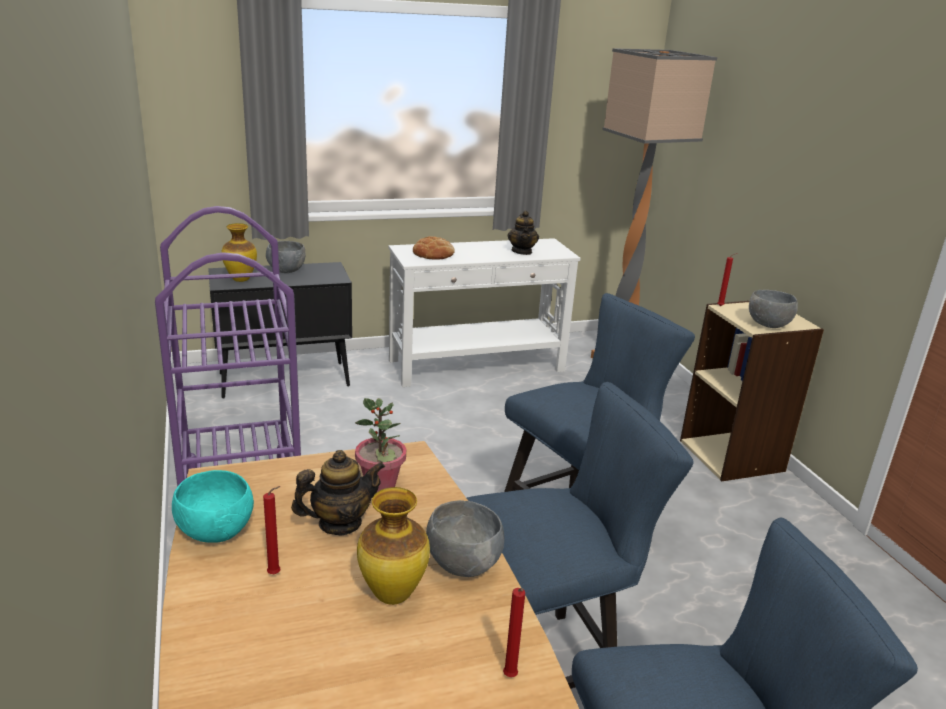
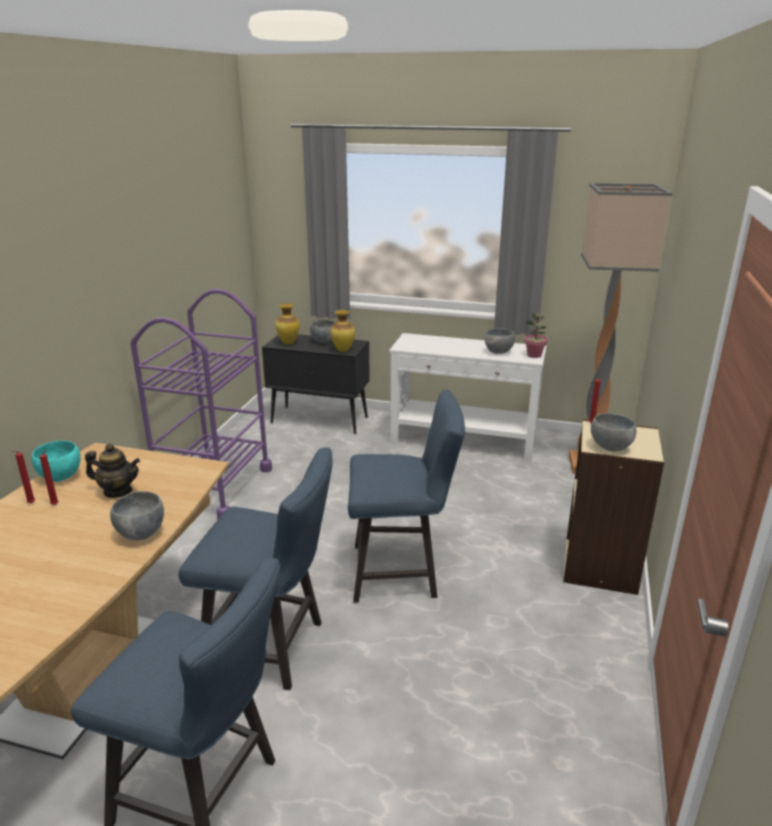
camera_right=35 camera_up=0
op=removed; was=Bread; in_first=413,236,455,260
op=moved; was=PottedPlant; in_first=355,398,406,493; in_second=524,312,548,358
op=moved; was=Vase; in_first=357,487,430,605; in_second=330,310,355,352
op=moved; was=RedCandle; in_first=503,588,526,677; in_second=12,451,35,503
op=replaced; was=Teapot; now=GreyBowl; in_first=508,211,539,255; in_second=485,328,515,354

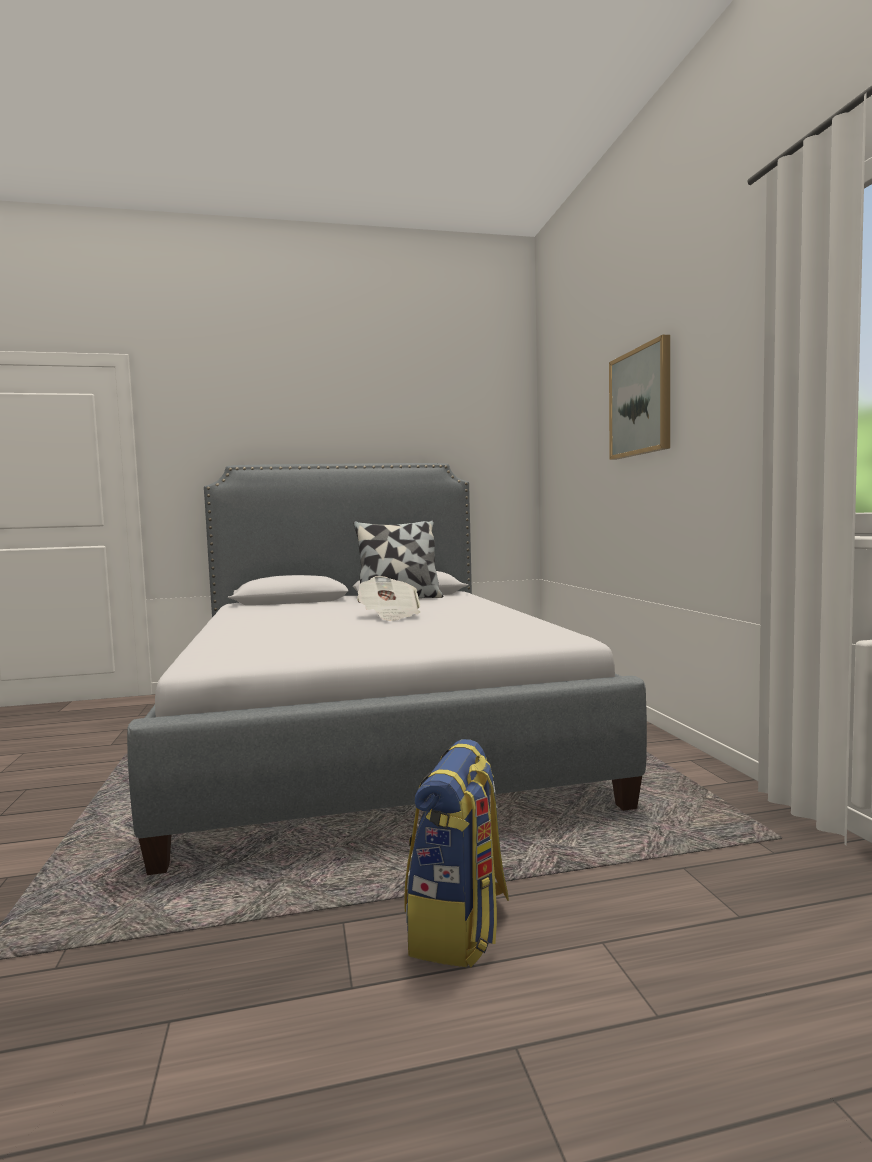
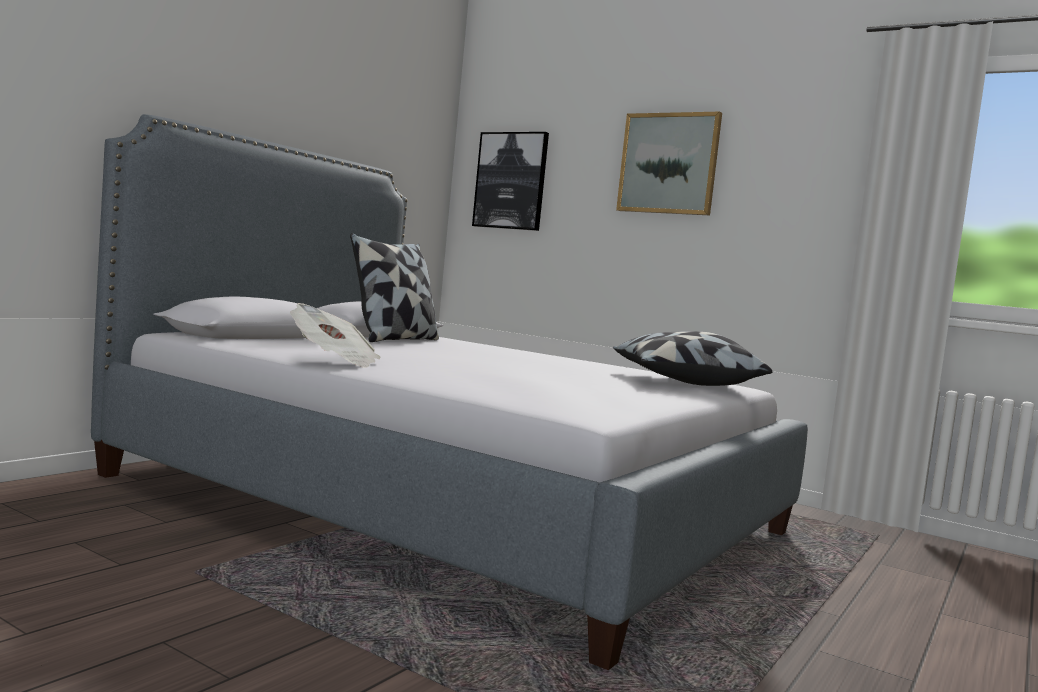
camera_right=-45 camera_up=0
op=removed; was=Backpack; in_first=404,739,509,967
op=added; now=Picture; in_second=472,132,549,231
op=added; now=Pillow; in_second=613,331,773,386
op=moved; was=Newspaper; in_first=357,576,420,621; in_second=290,303,381,368

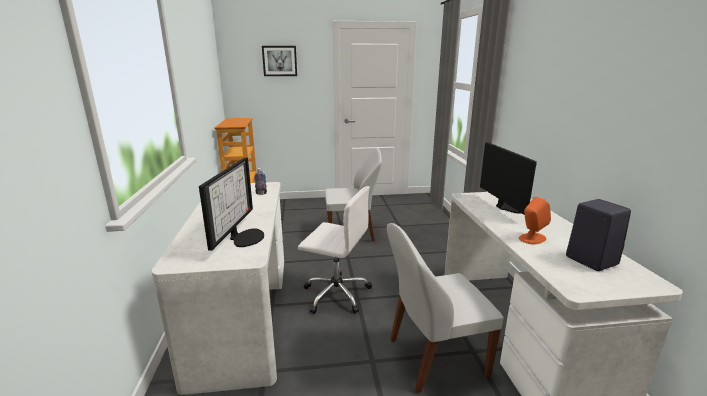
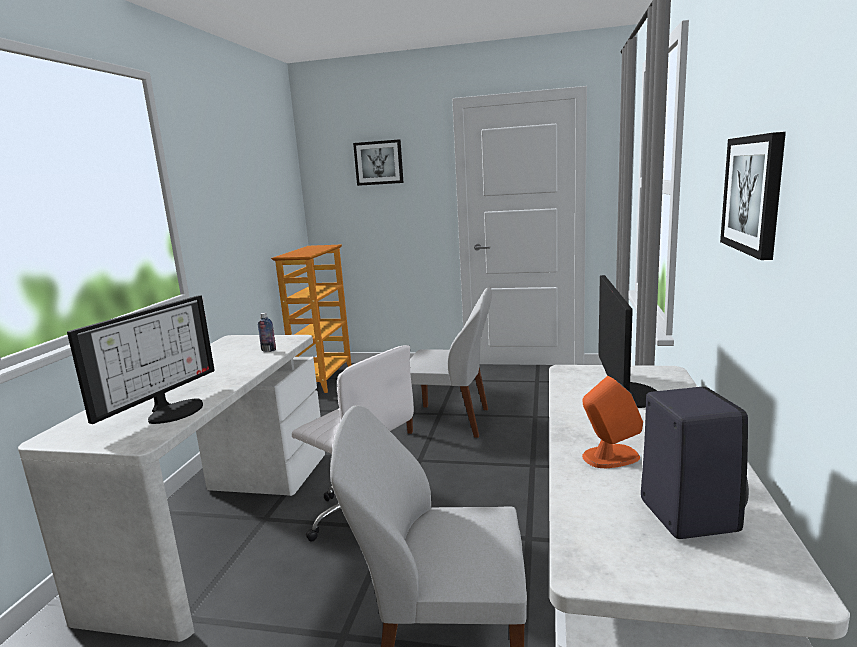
camera_right=20 camera_up=-5
op=added; now=Picture; in_second=720,132,786,260

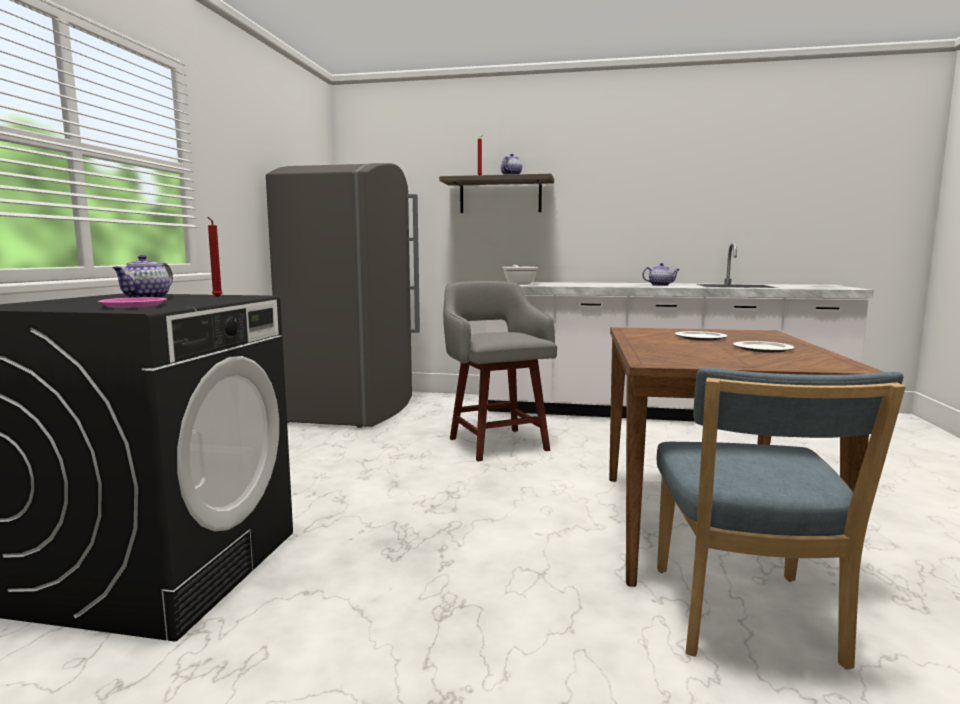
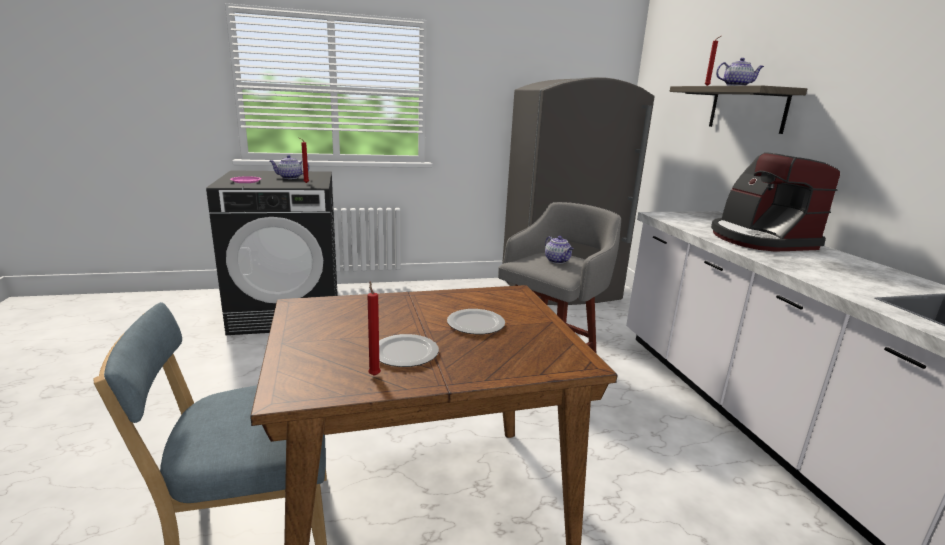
camera_right=65 camera_up=10
op=removed; was=FryingPan; in_first=502,265,539,285
op=added; now=RedCandle; in_second=368,281,381,376
op=added; now=CoffeeMachine; in_second=711,152,840,251
op=moved; was=Teapot; in_first=642,263,680,286; in_second=545,236,574,264

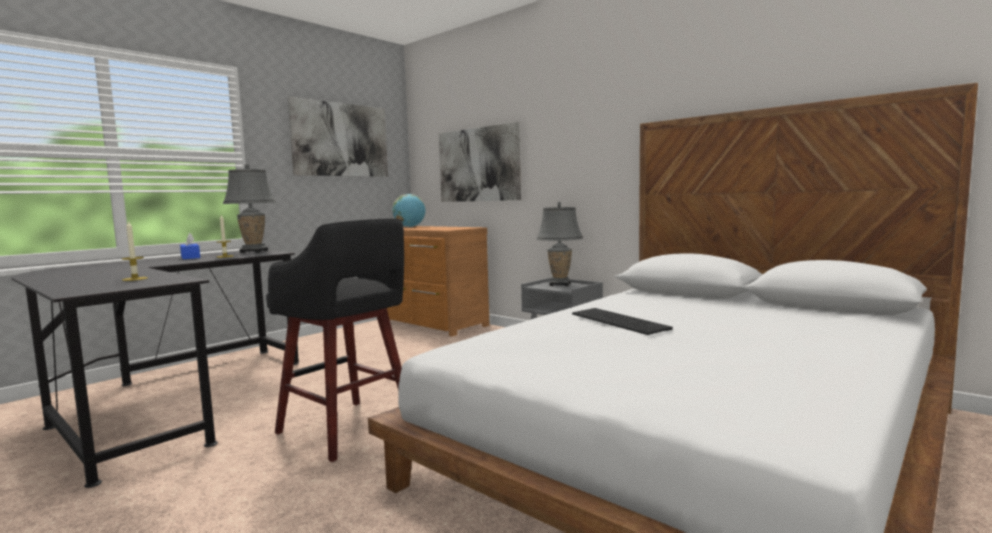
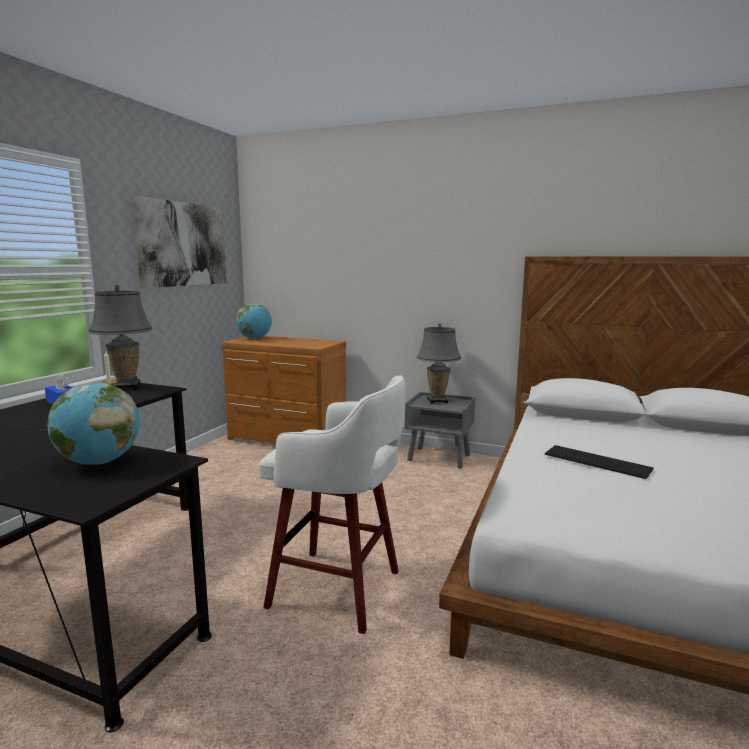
camera_right=-20 camera_up=5
op=removed; was=Picture; in_first=439,122,521,202
op=replaced; was=Candle; now=Globe; in_first=122,220,148,281; in_second=48,383,140,465
op=recoloured; was=BlackStool; now=WhiteStool; in_first=266,219,404,462; in_second=259,375,406,634

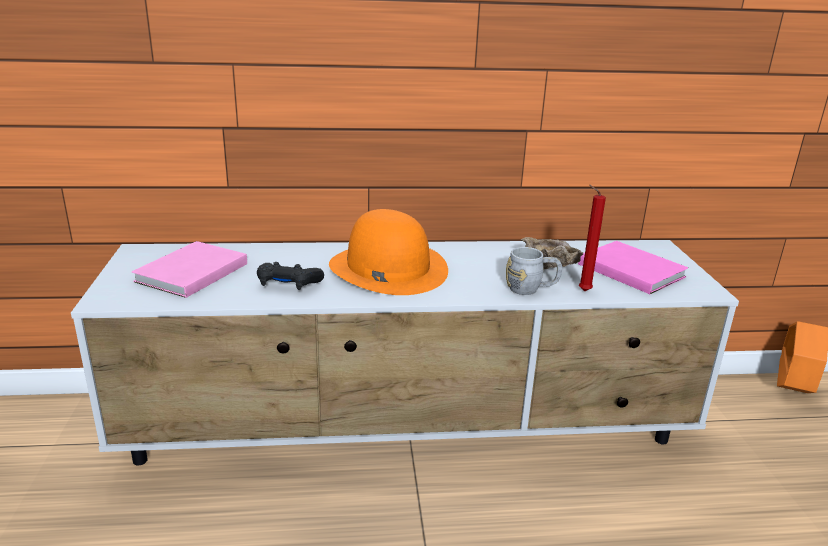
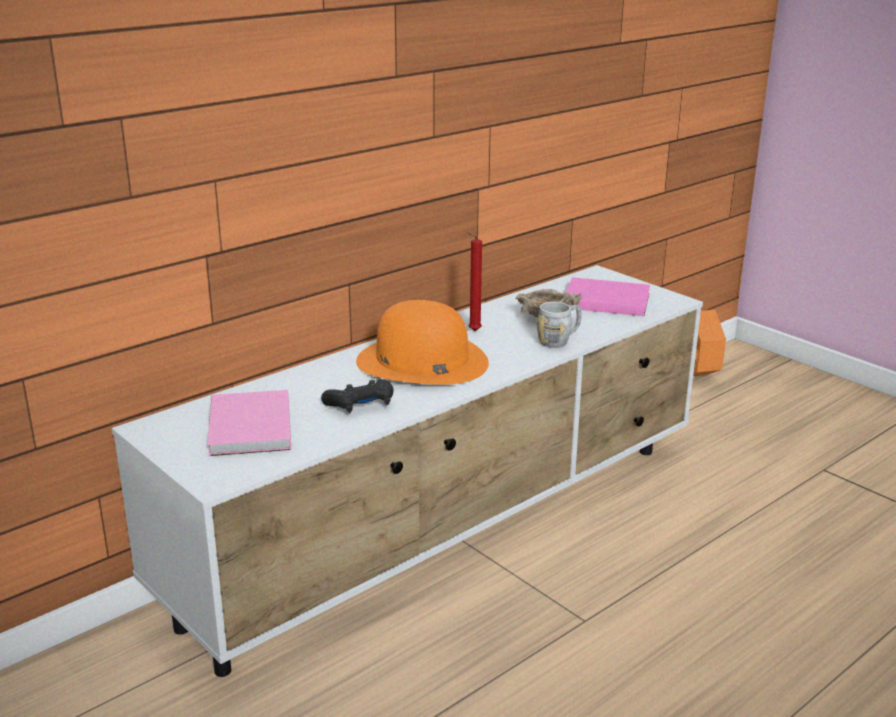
camera_right=-35 camera_up=0
op=moved; was=RedCandle; in_first=579,185,606,291; in_second=467,232,482,331

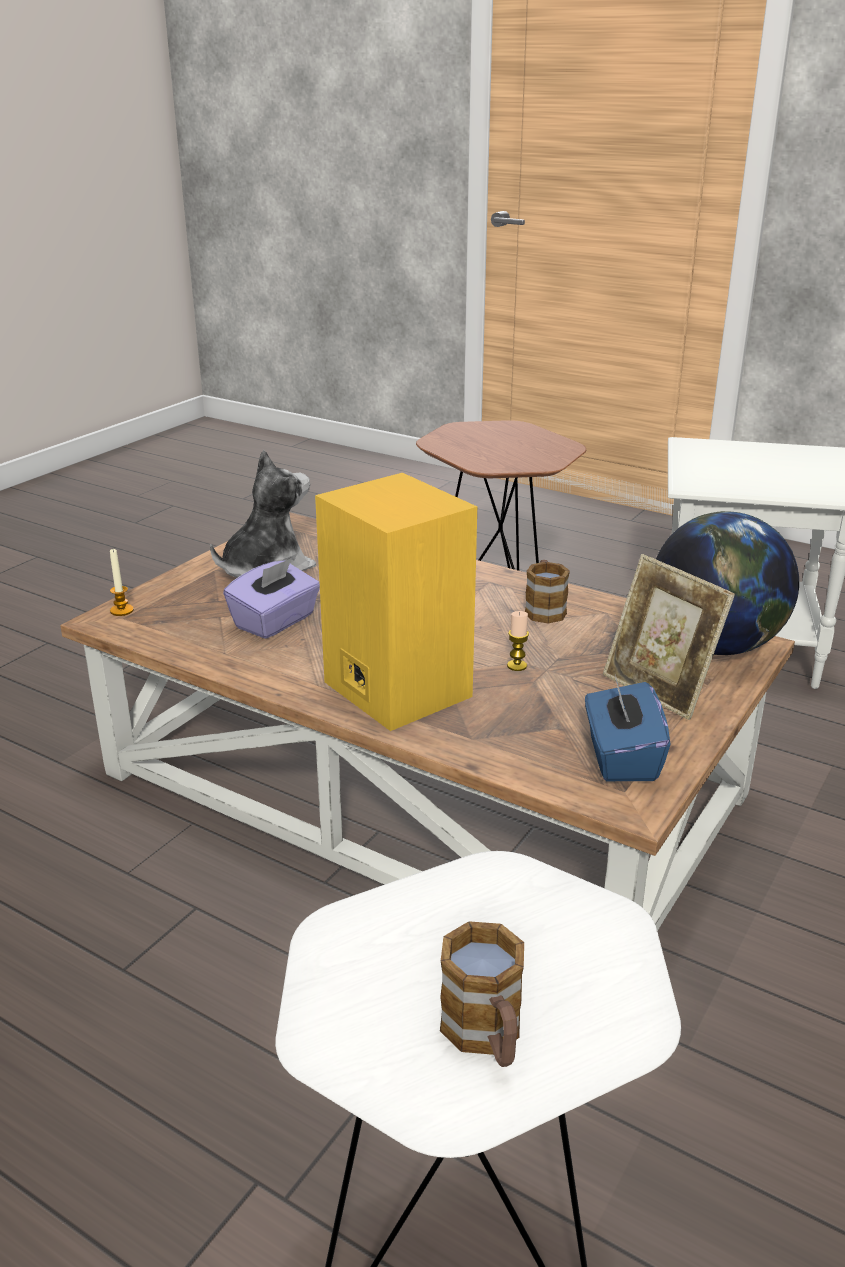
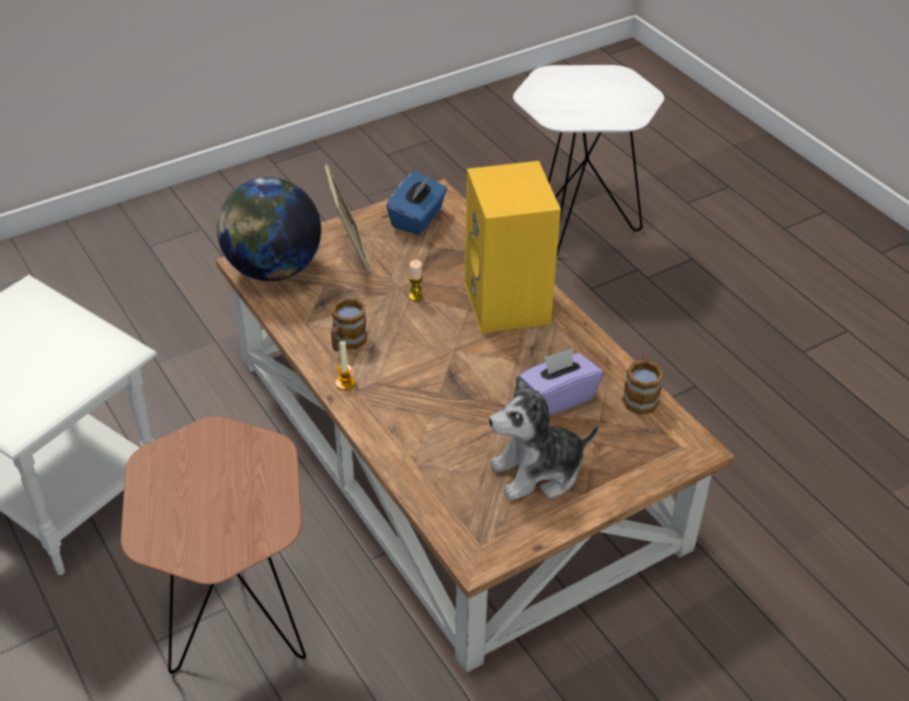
camera_right=-155 camera_up=15
op=moved; was=Candle; in_first=110,549,134,616; in_second=335,341,355,390
op=moved; was=Mug; in_first=440,921,524,1067; in_second=622,354,664,415

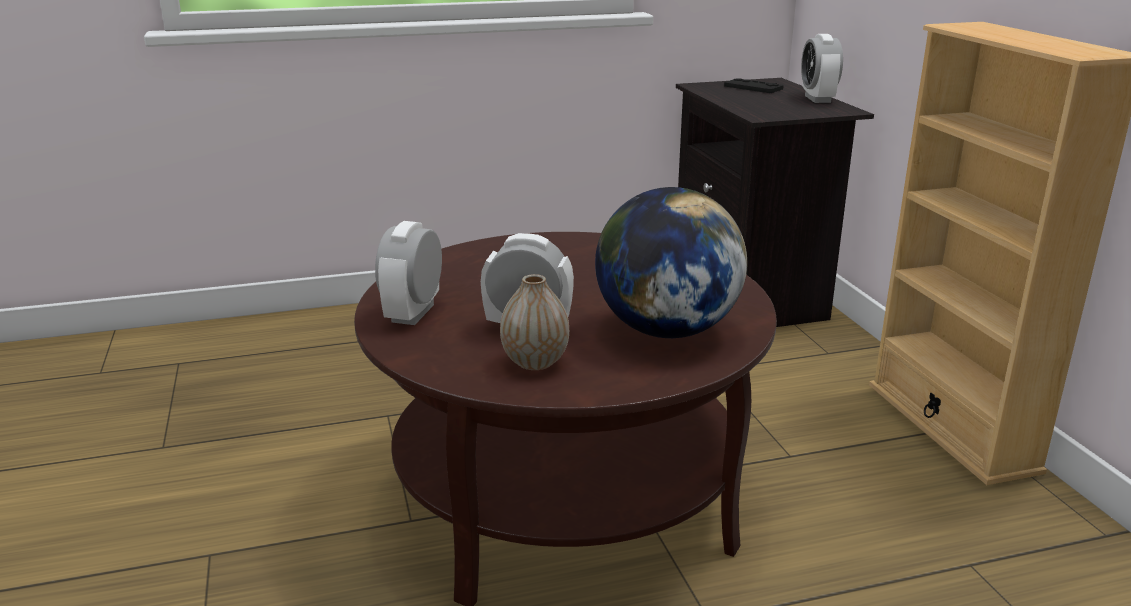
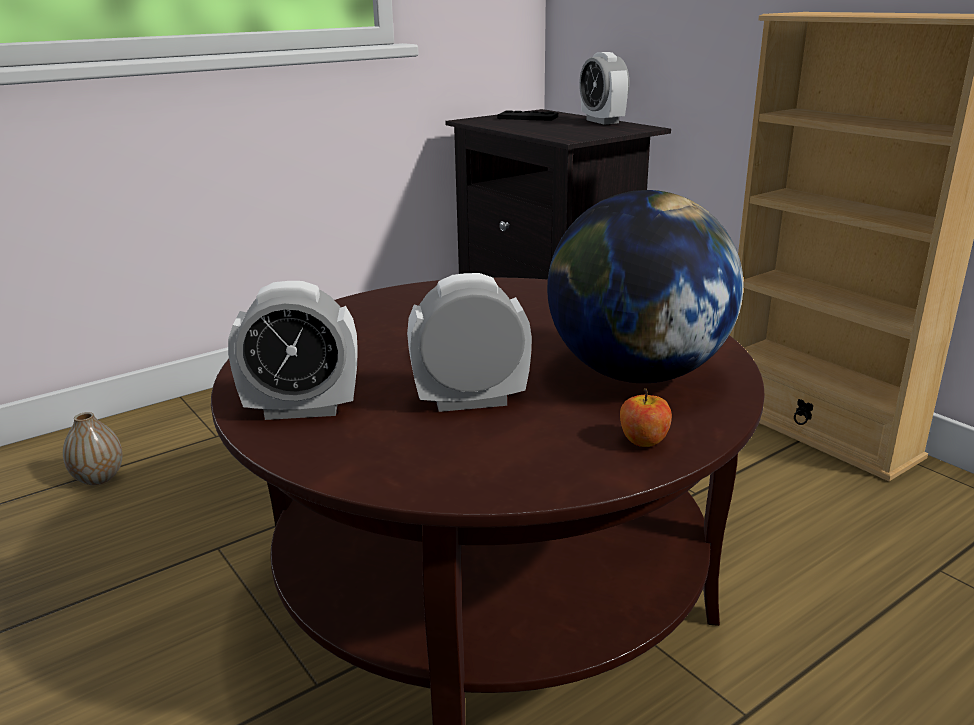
camera_right=-20 camera_up=0
op=added; now=Apple; in_second=620,388,672,447
op=moved; was=Vase; in_first=500,274,569,370; in_second=63,412,123,485
op=turned; was=AlarmClock; in_first=375,221,442,325; in_second=228,281,358,420; clockwise=-90

